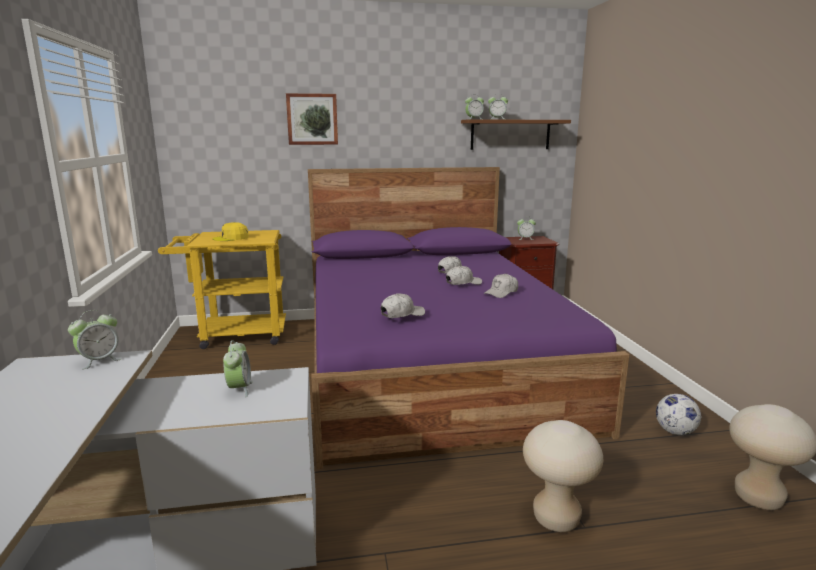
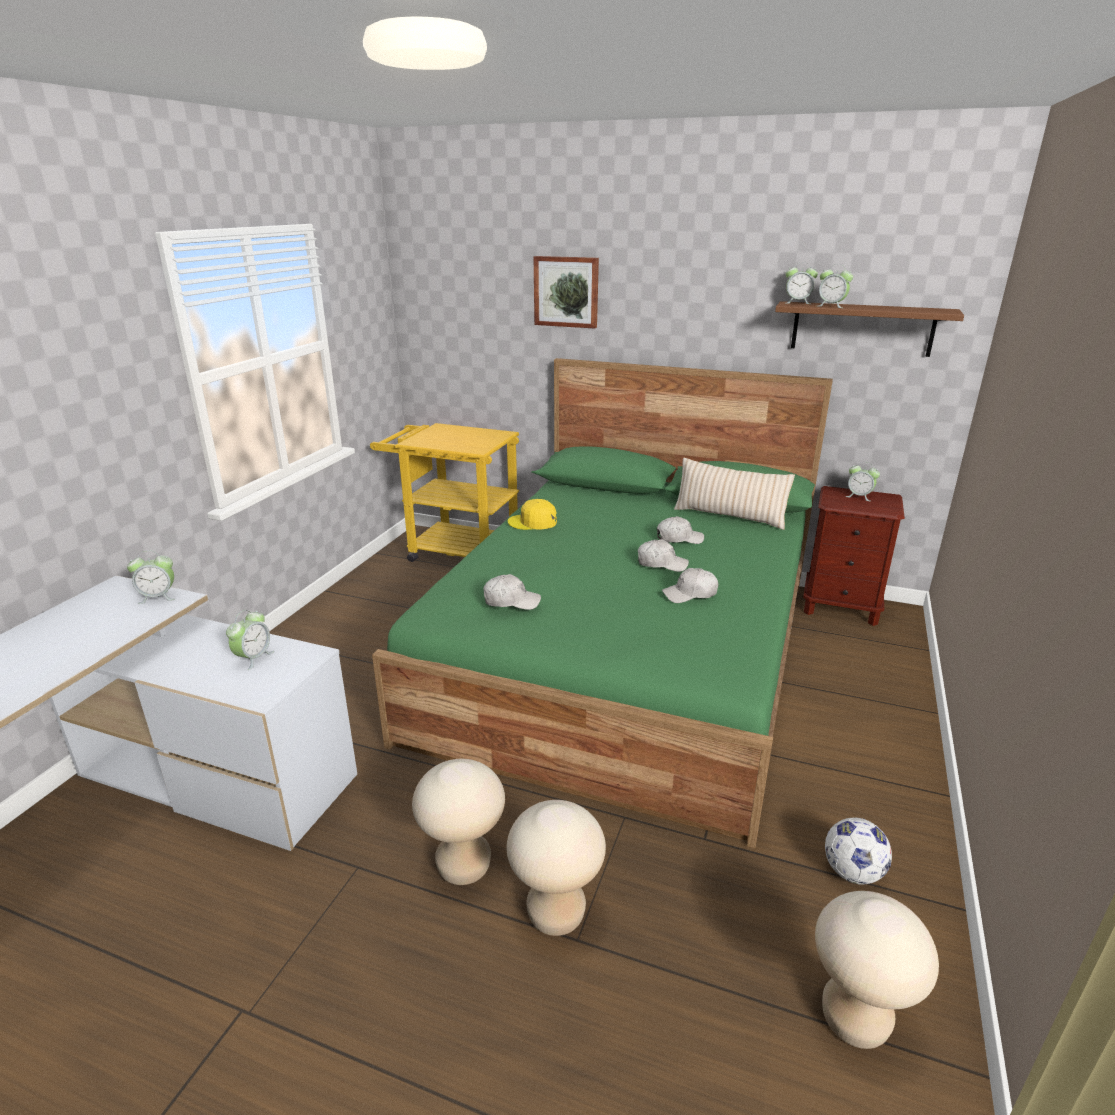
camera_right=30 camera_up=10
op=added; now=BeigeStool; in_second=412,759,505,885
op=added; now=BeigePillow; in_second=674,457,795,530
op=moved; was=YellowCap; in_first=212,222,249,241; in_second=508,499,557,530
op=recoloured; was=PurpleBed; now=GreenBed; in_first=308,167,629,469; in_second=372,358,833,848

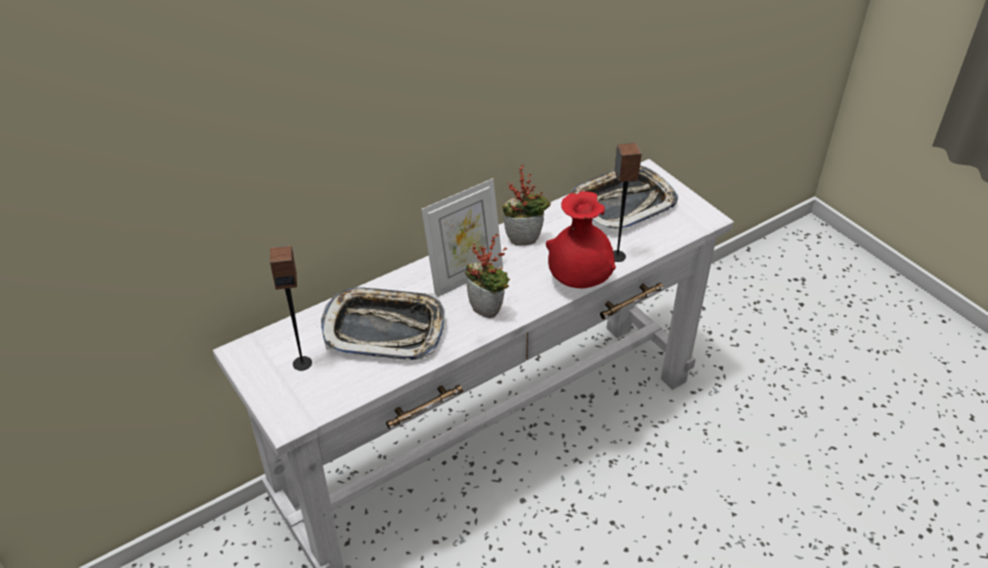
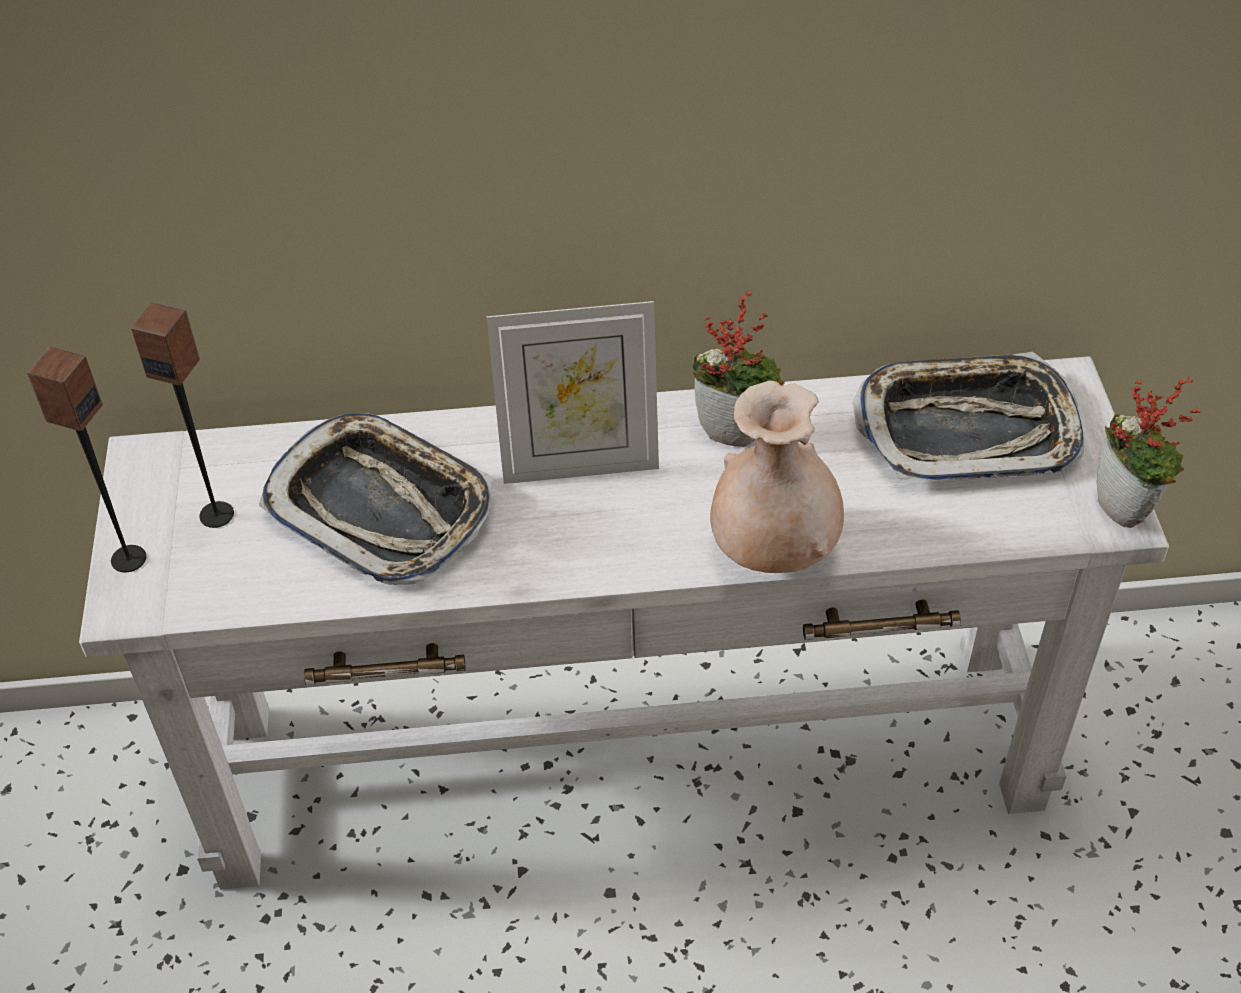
camera_right=30 camera_up=5
op=moved; was=PottedPlant; in_first=465,233,510,318; in_second=1096,377,1201,528
op=moved; was=Speaker; in_first=613,143,641,262; in_second=27,347,146,572
op=recoloured; was=RedVase; now=BeigeVase; in_first=546,191,616,288; in_second=710,380,844,573

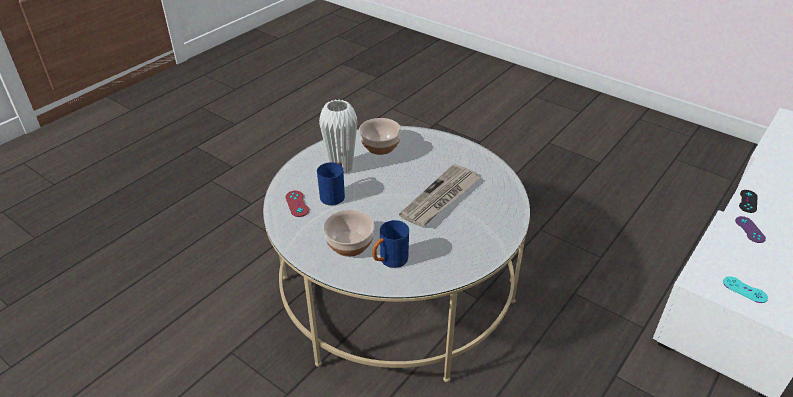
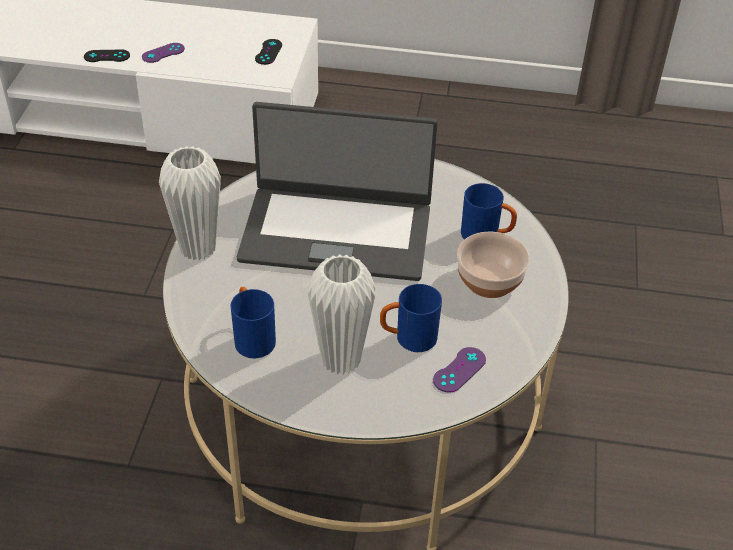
camera_right=-120 camera_up=5
op=added; now=WhiteVase; in_second=159,146,221,261
op=replaced; was=Bowl; now=BlueMug; in_first=359,118,401,155; in_second=230,287,276,359
op=replaced; was=Newspaper; now=Laptop; in_first=399,164,481,227; in_second=237,102,438,281
op=recoloured; was=RedGameController; now=PurpleGameController; in_first=285,191,309,217; in_second=433,347,486,393
op=recoloured; was=TurquoiseGameController; now=BlackGameController; in_first=723,276,768,303; in_second=255,39,282,65

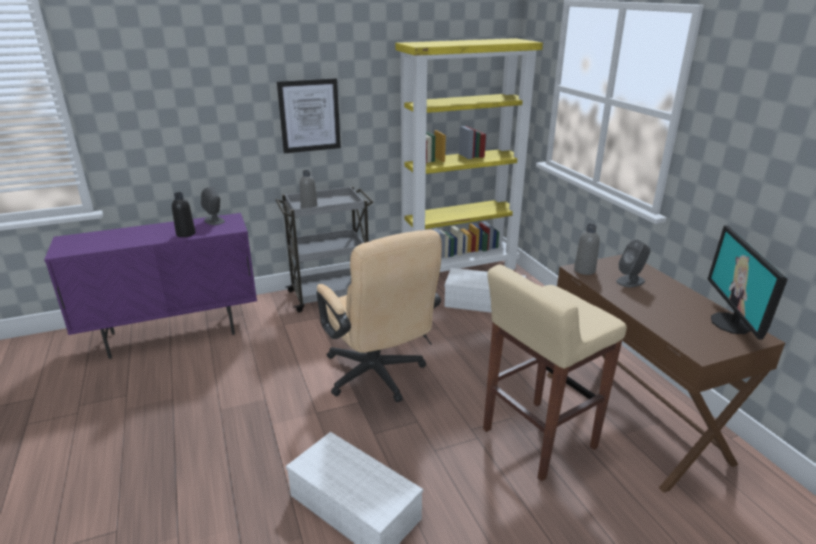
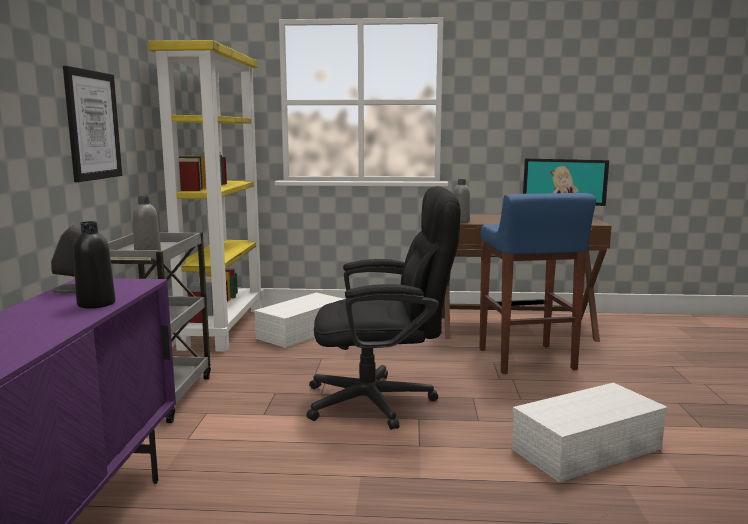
camera_right=-65 camera_up=-15
op=removed; was=GreySpeaker; in_first=616,239,650,287
op=recoloured; was=BeigeOfficeChair; now=BlackOfficeChair; in_first=316,229,442,402; in_second=306,186,461,430
op=recoloured; was=BeigeStool; now=BlueStool; in_first=483,264,627,481; in_second=480,193,596,374

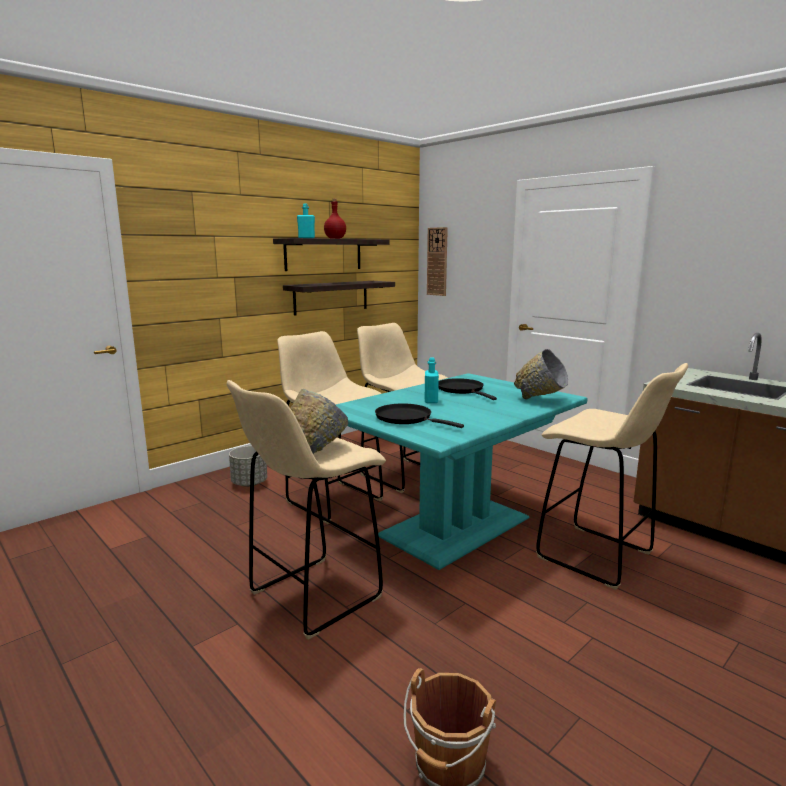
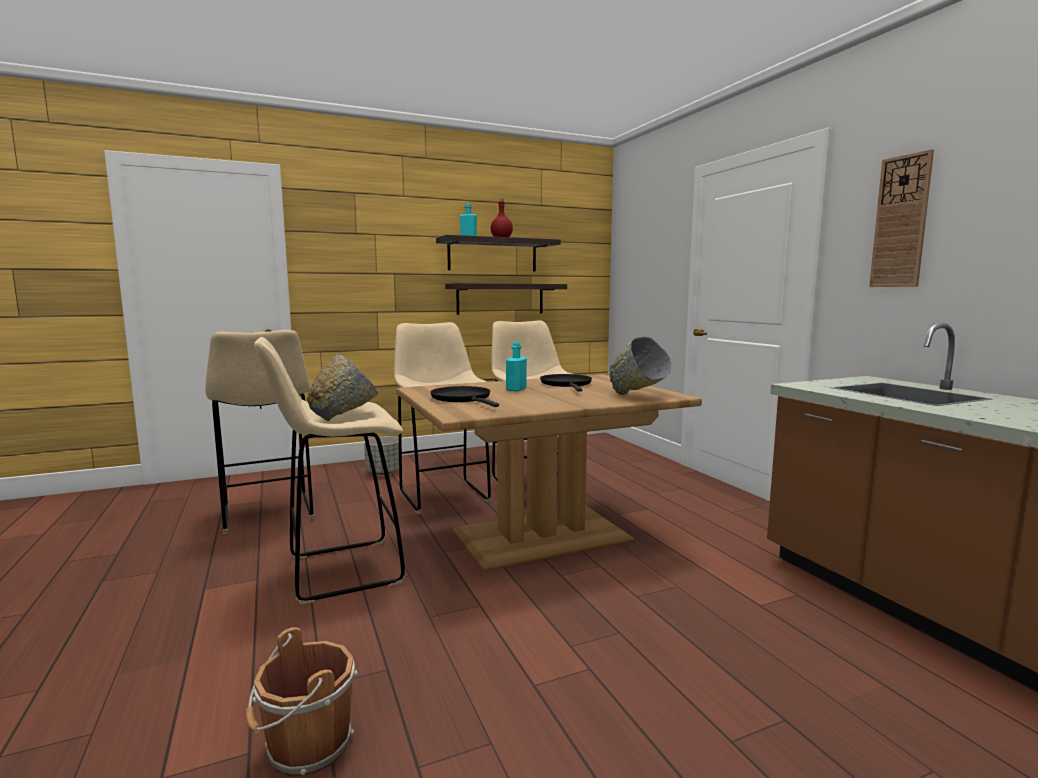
camera_right=20 camera_up=-5
op=moved; was=WallClock; in_first=427,227,448,296; in_second=869,149,934,287
op=moved; was=BeigeStool; in_first=536,363,688,590; in_second=205,330,314,534
op=recoloured; was=TurquoiseDiningTable; now=BrownDiningTable; in_first=336,373,588,570; in_second=396,374,702,571

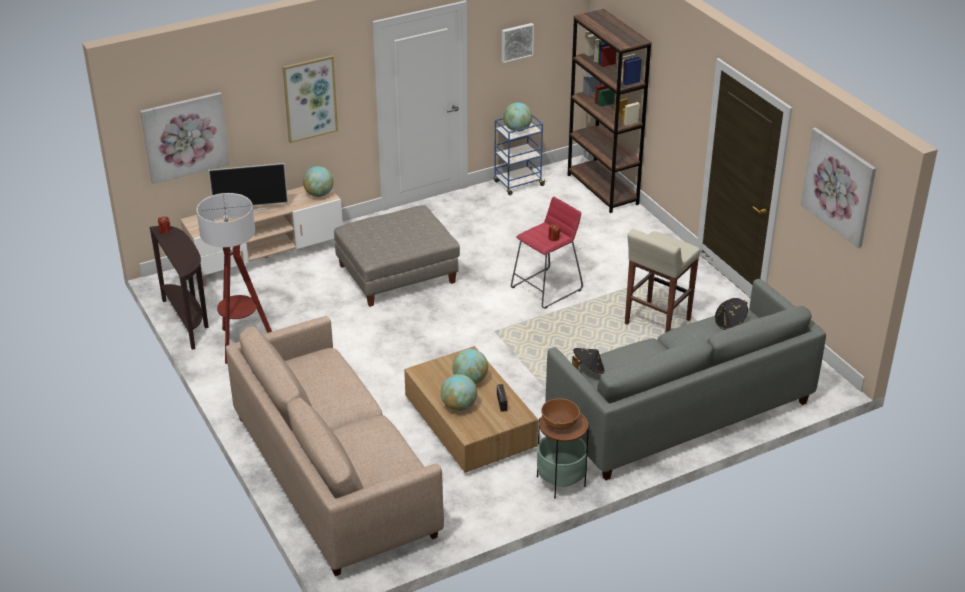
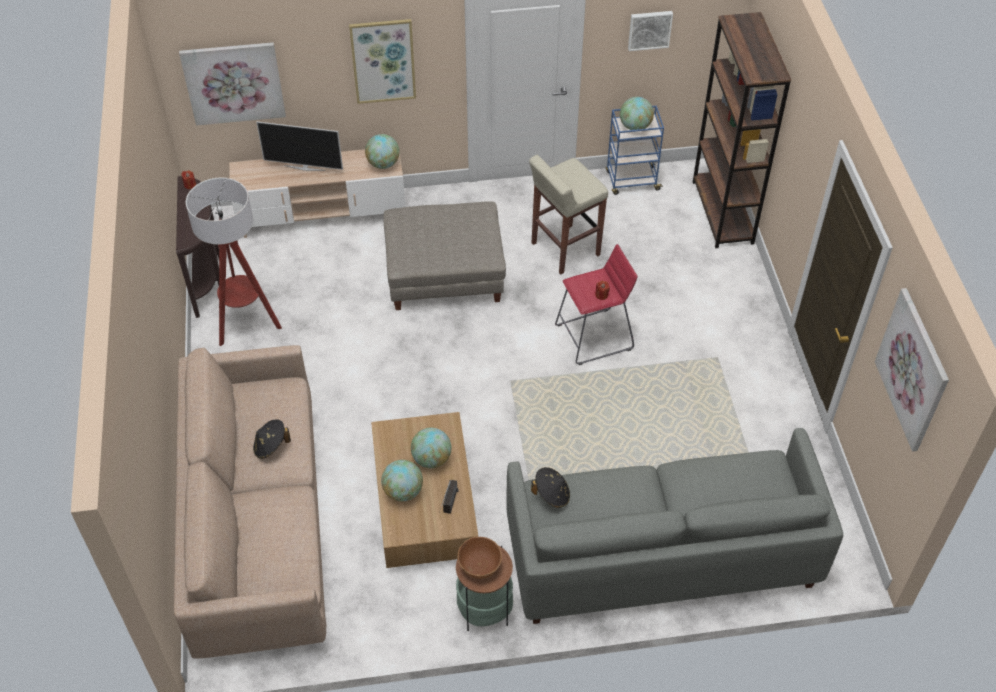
camera_right=20 camera_up=15
op=moved; was=BeigeStool; in_first=625,229,700,333; in_second=529,155,608,275
op=moved; was=BlackHat; in_first=714,298,748,330; in_second=253,419,291,459

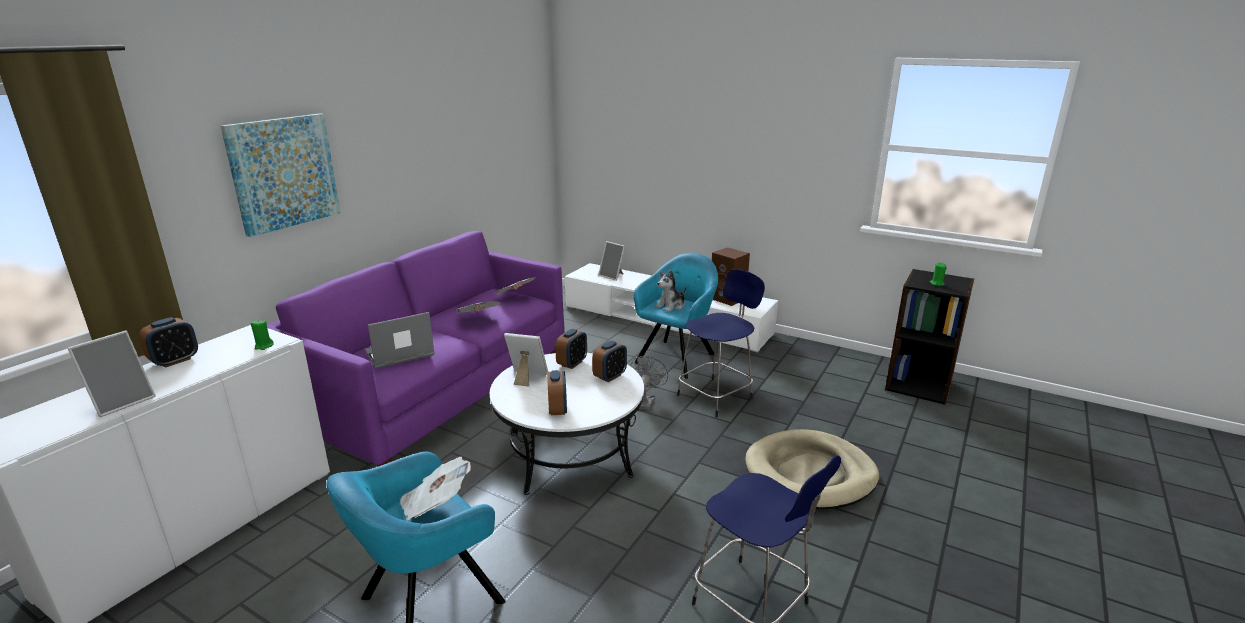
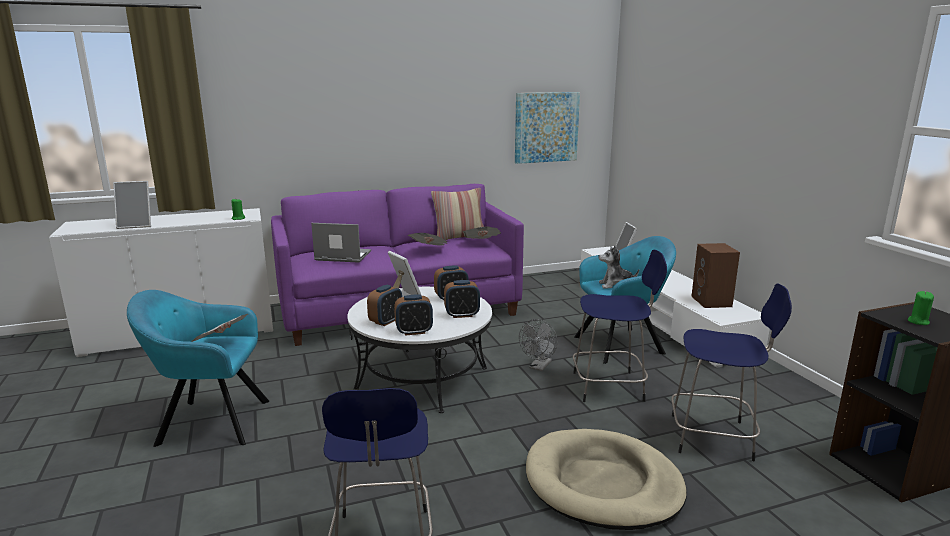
camera_right=40 camera_up=-5
op=added; now=Pillow; in_second=431,188,484,240
op=added; now=BlueStool; in_second=671,284,792,462
op=moved; was=AlarmClock; in_first=139,317,198,368; in_second=394,295,433,336
op=moved; was=Picture; in_first=221,113,340,237; in_second=515,92,580,164
op=turned; was=GreyFan; in_first=630,356,668,410; in_second=519,319,557,371; clockwise=150

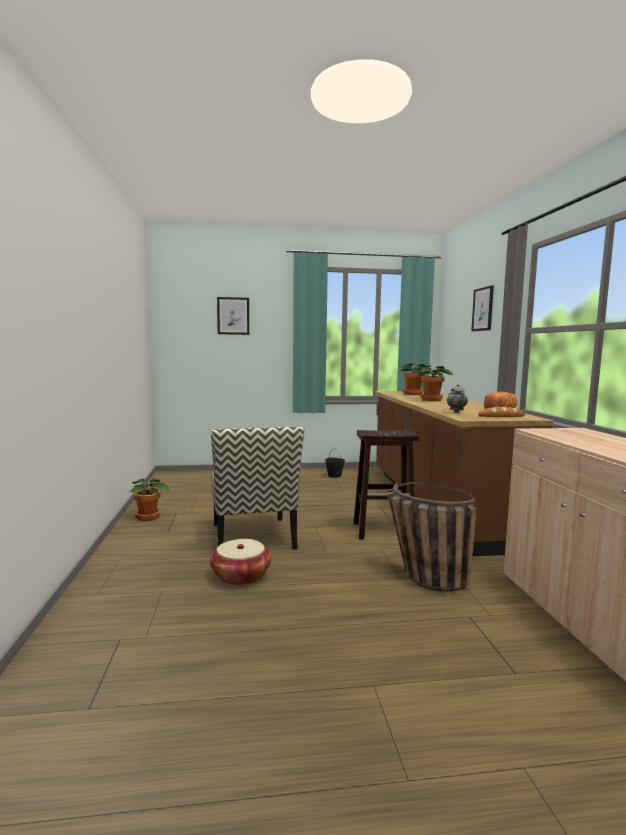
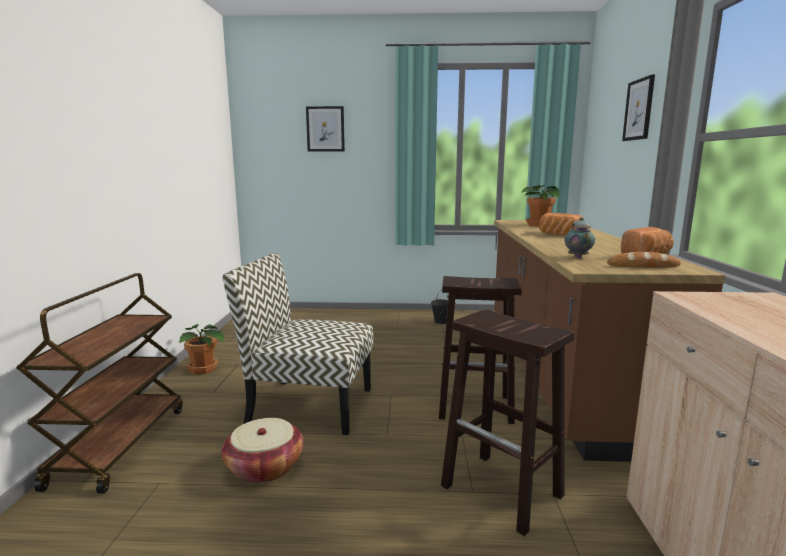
camera_right=10 camera_up=5
op=added; now=BrownCart; in_second=16,273,183,494
op=replaced; was=Basket; now=BrownStool; in_first=387,482,477,592; in_second=441,309,575,536
op=replaced; was=PottedPlant; now=Bread; in_first=417,366,453,401; in_second=539,213,582,235
op=turned; was=Chair; in_first=211,427,304,550; in_second=223,253,373,435; clockwise=105

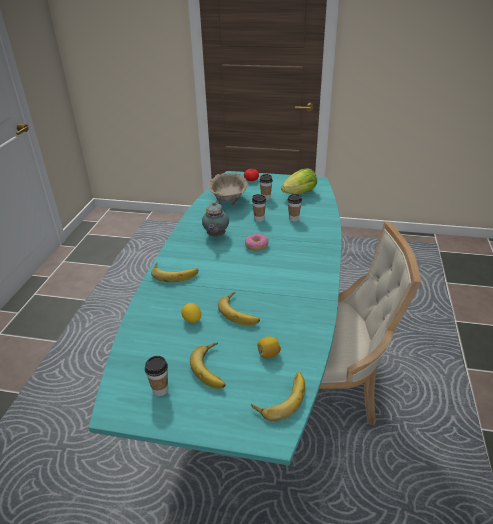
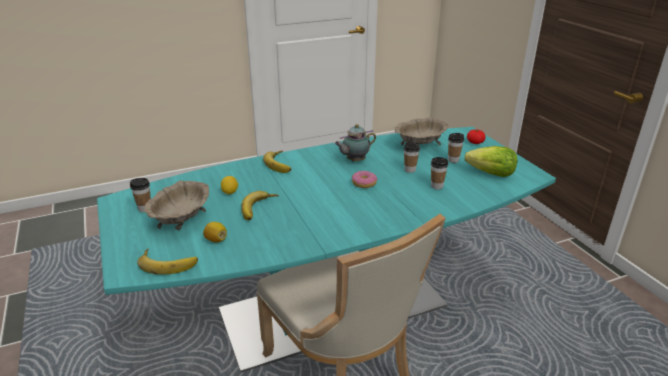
camera_right=55 camera_up=-5
op=replaced; was=Banana; now=BeigeBowl; in_first=190,343,226,389; in_second=144,180,209,230

